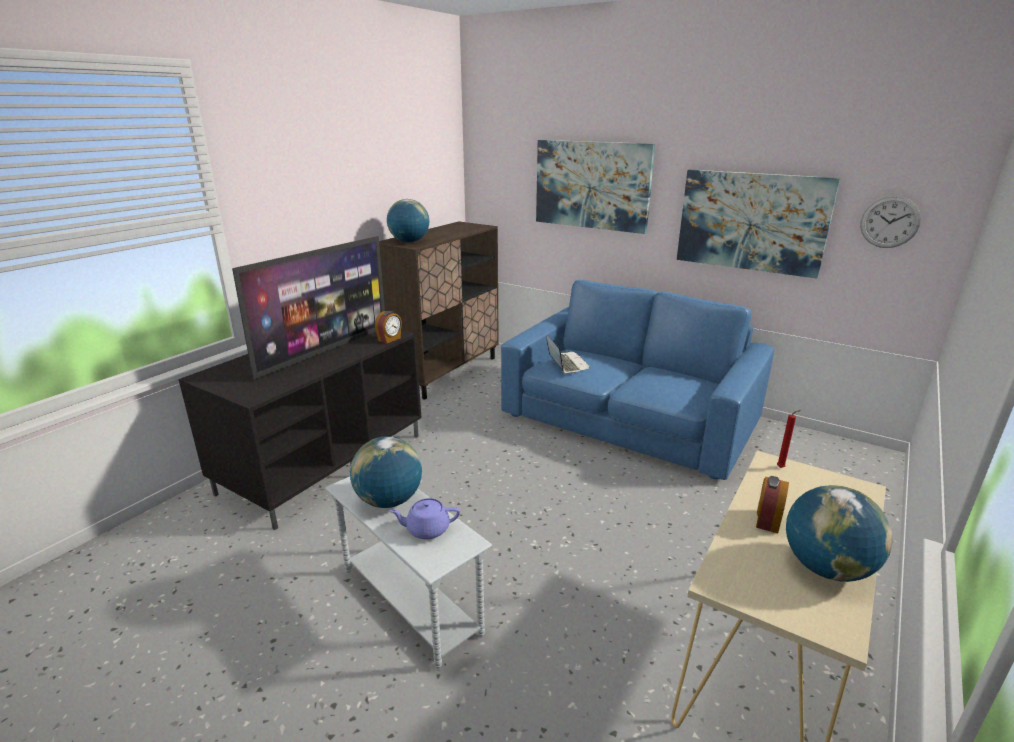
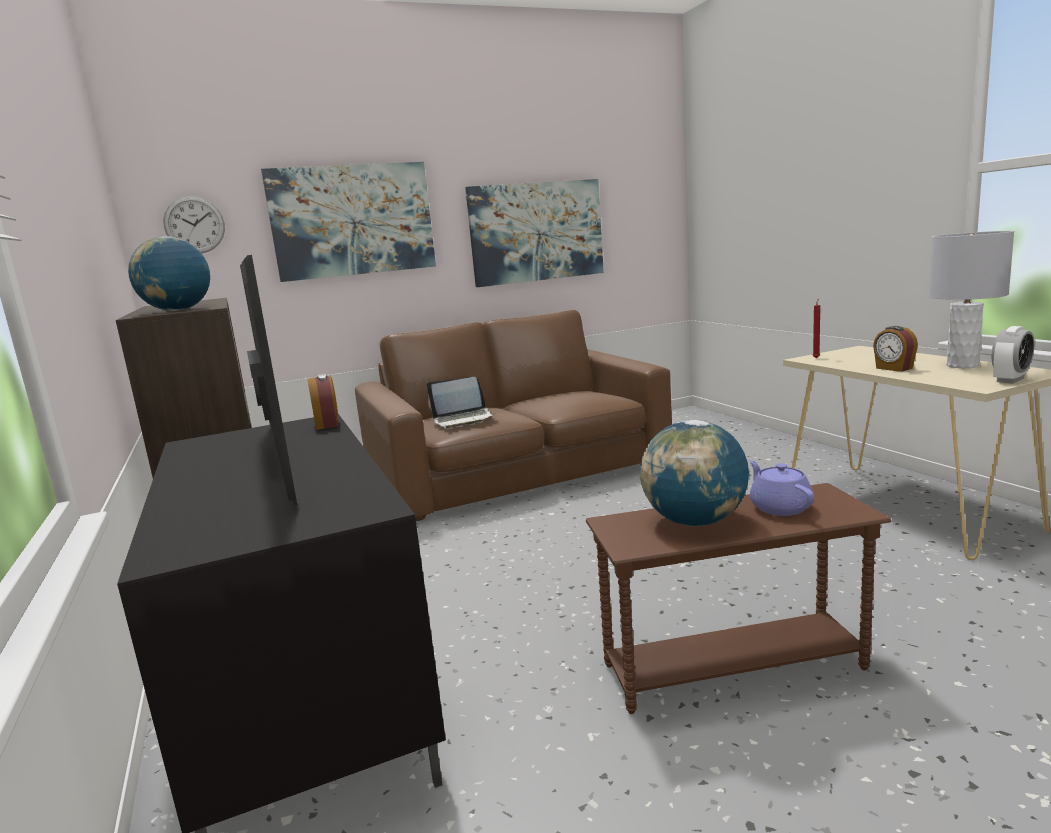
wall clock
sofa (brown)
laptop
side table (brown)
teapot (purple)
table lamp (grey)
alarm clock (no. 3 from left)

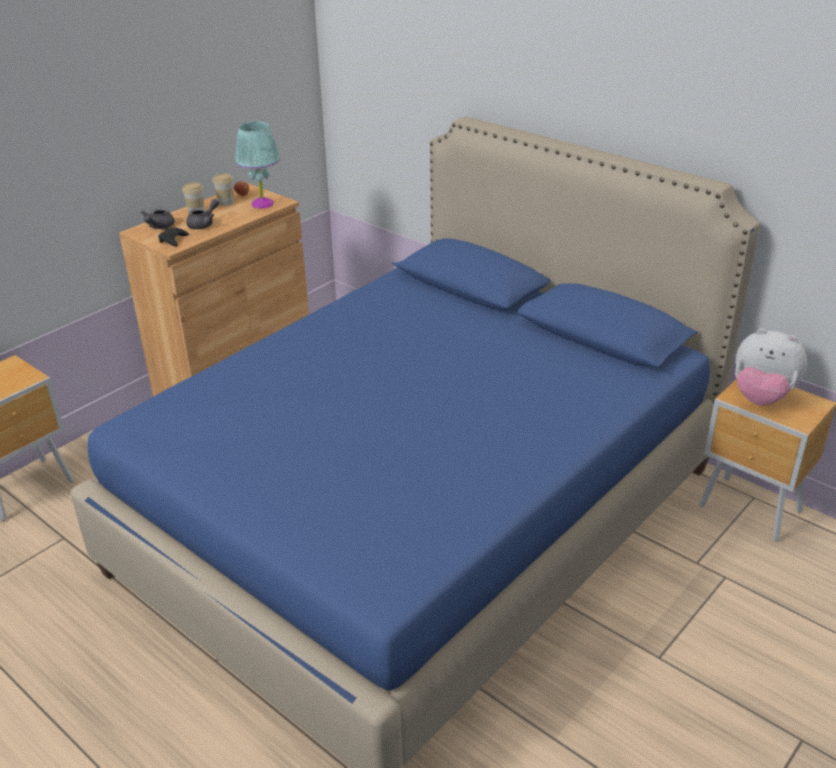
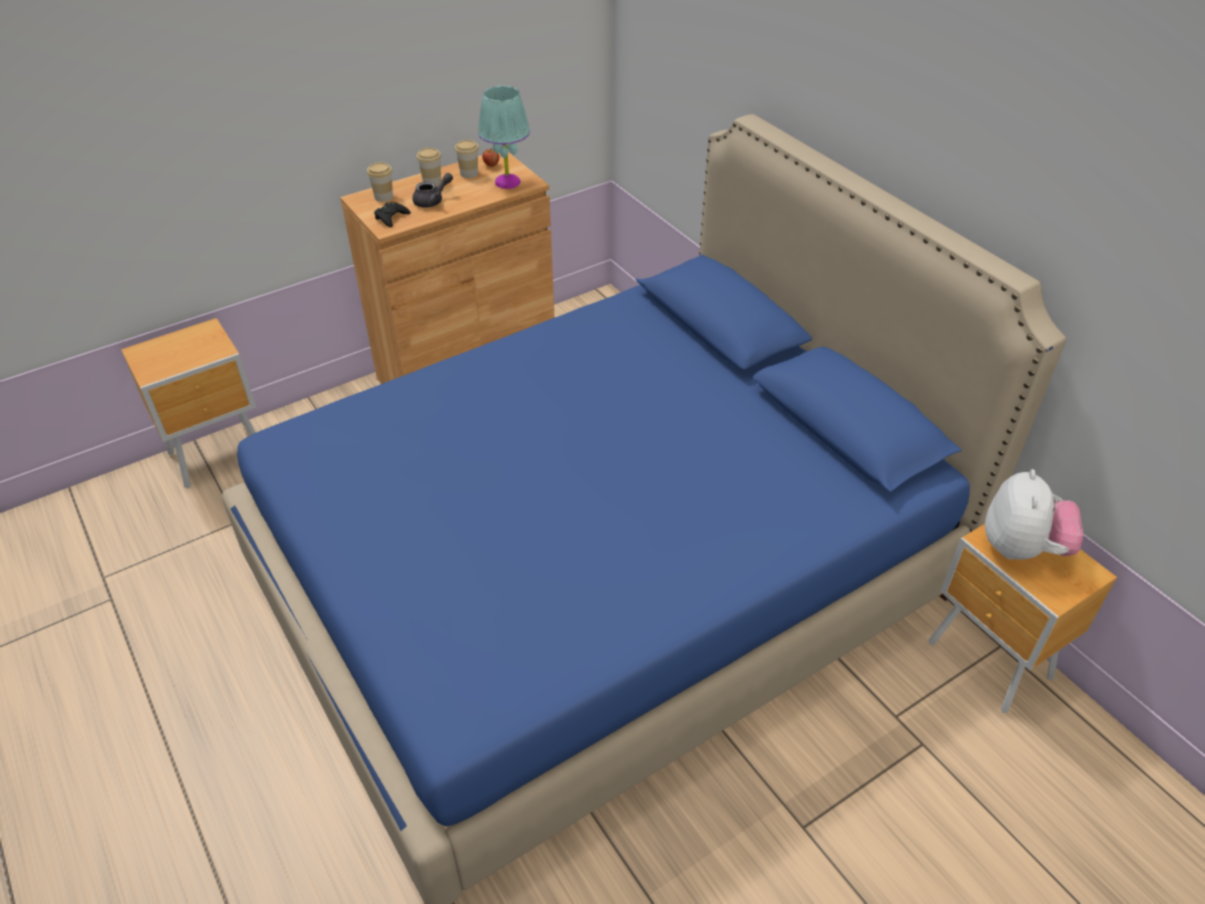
cup (no. 1 from left)
plush toy

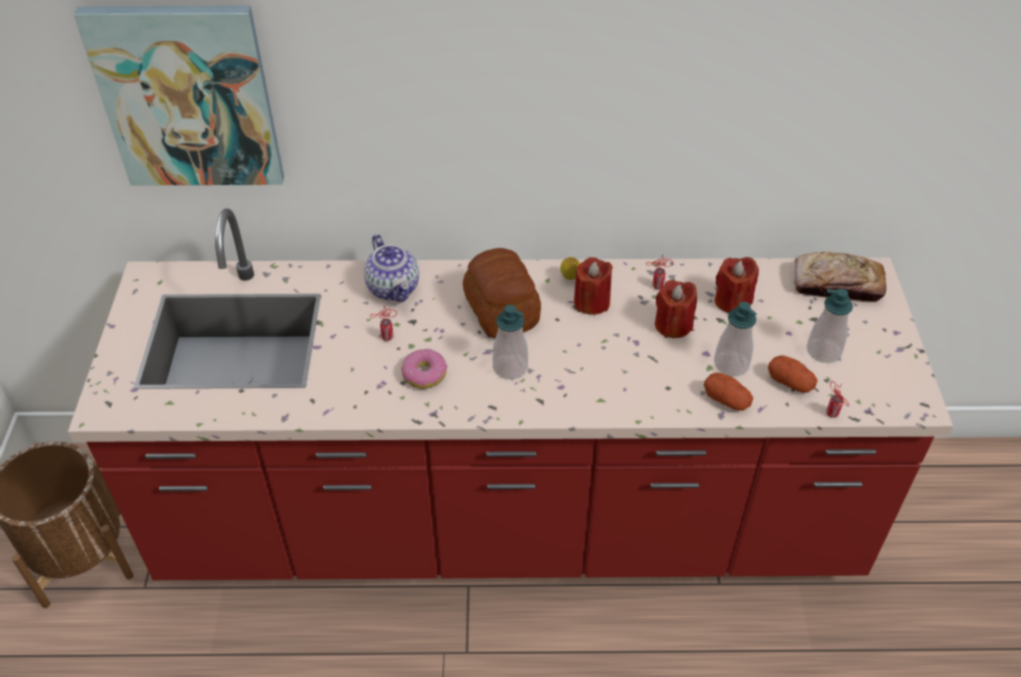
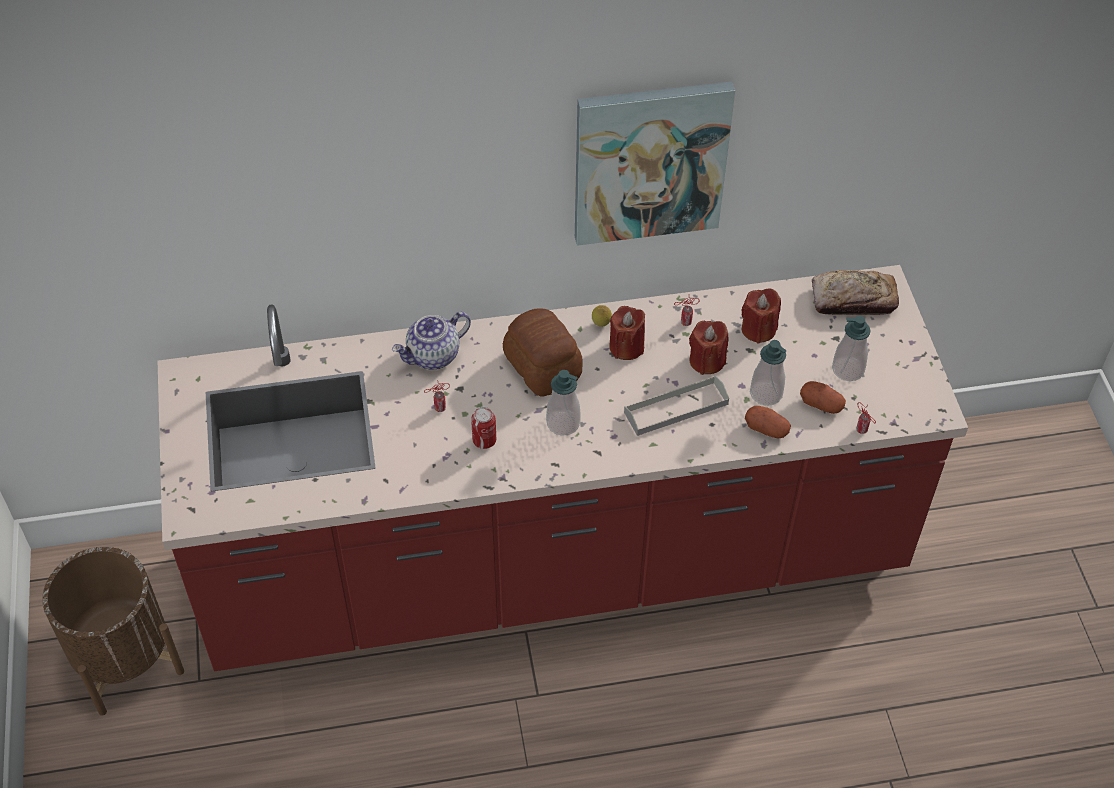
teapot
can (no. 2 from left)
picture
tray (grey)

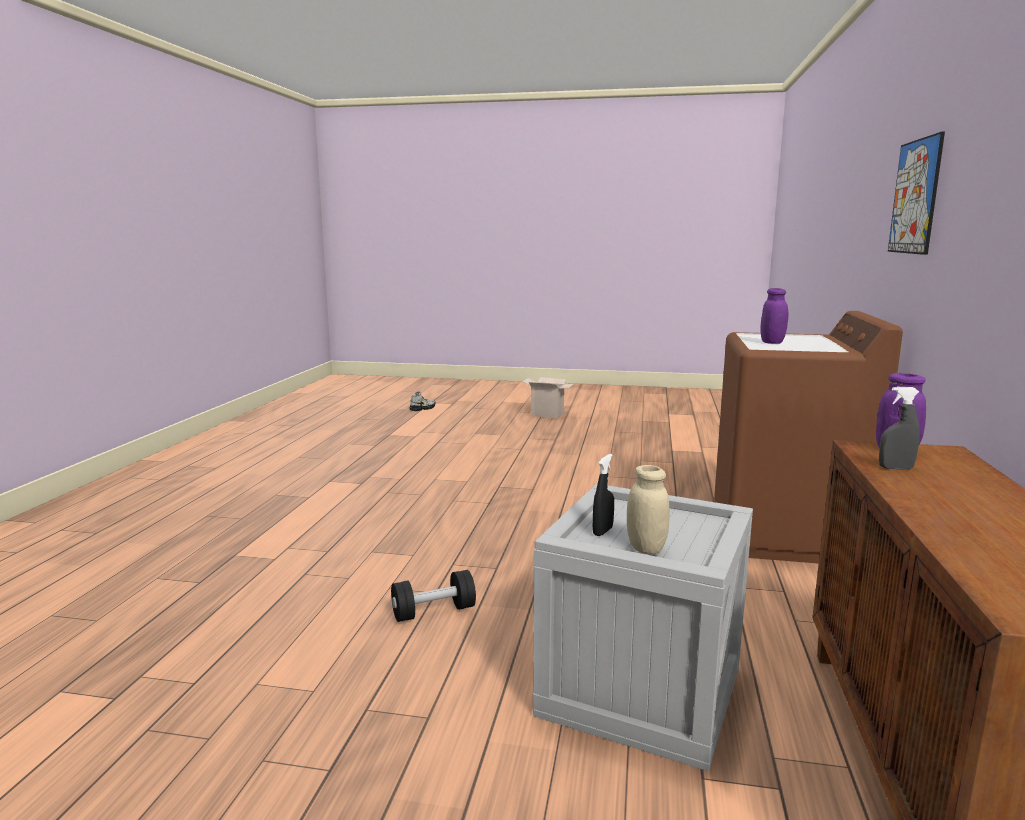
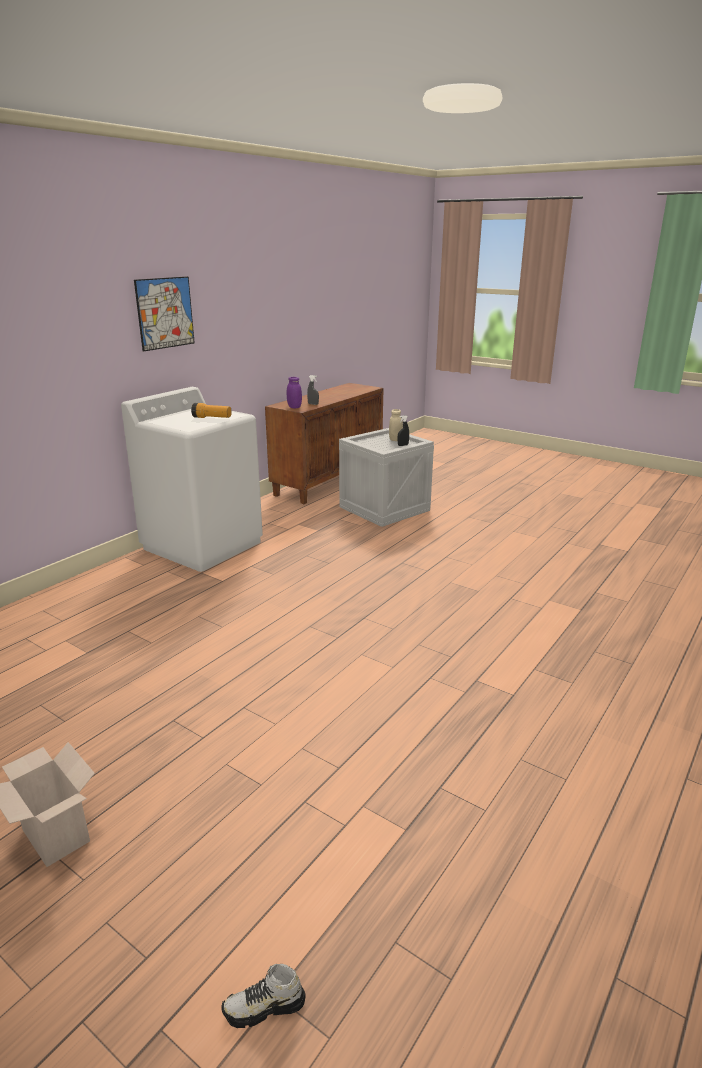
washing machine (white)
flashlight
dumbbell (black)

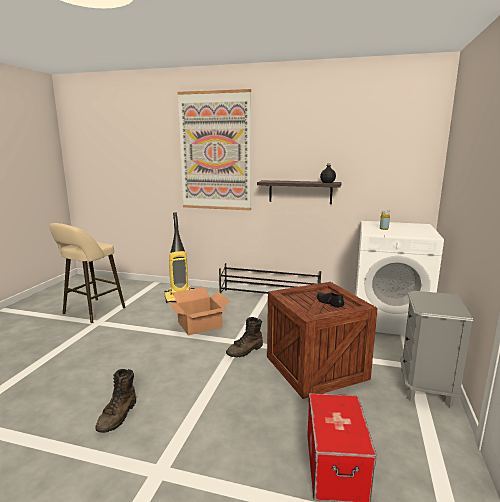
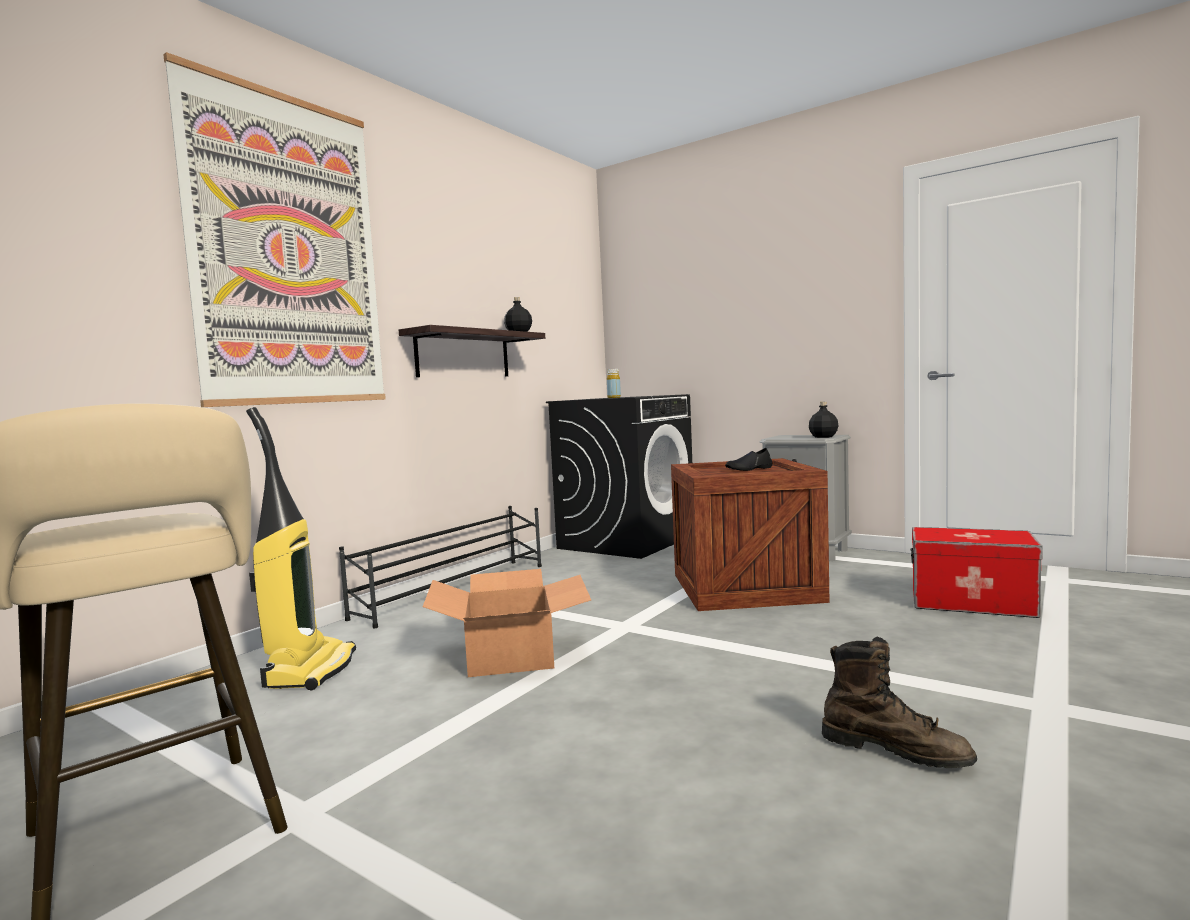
washing machine (black)
bottle (black) (no. 2 from left)
boot (brown) (no. 2 from left in the first image)

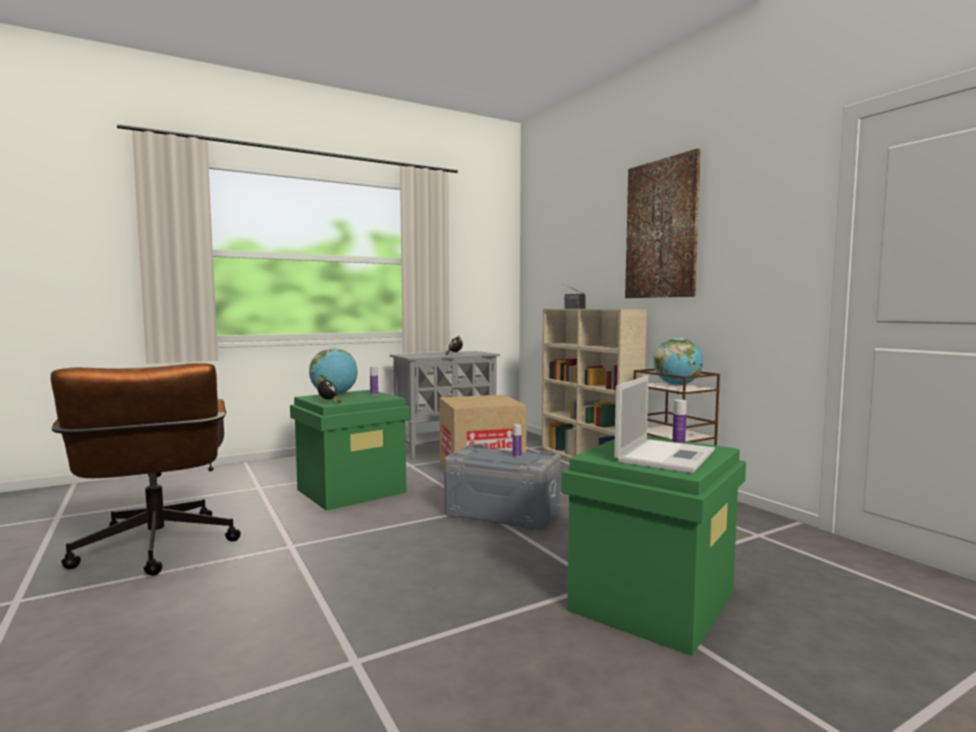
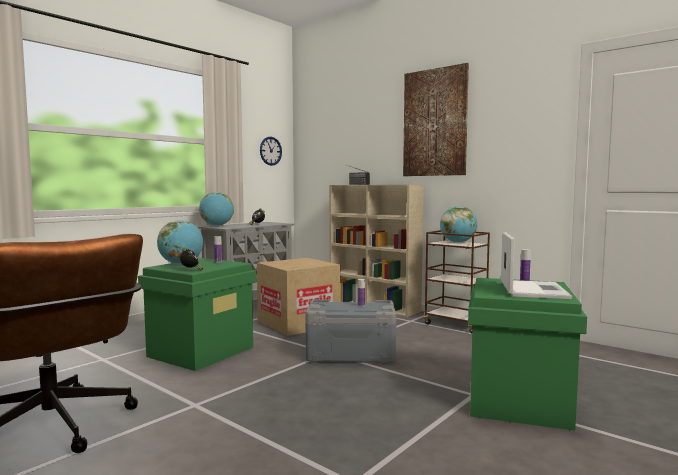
globe (no. 2 from left)
wall clock

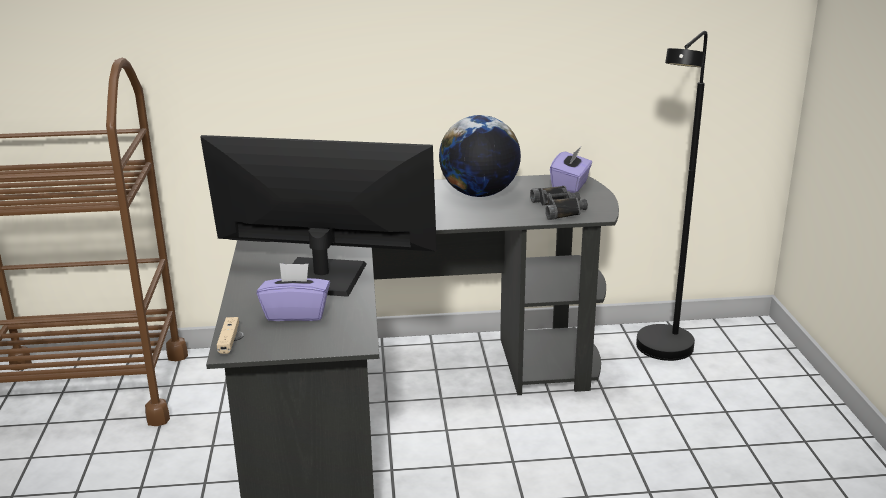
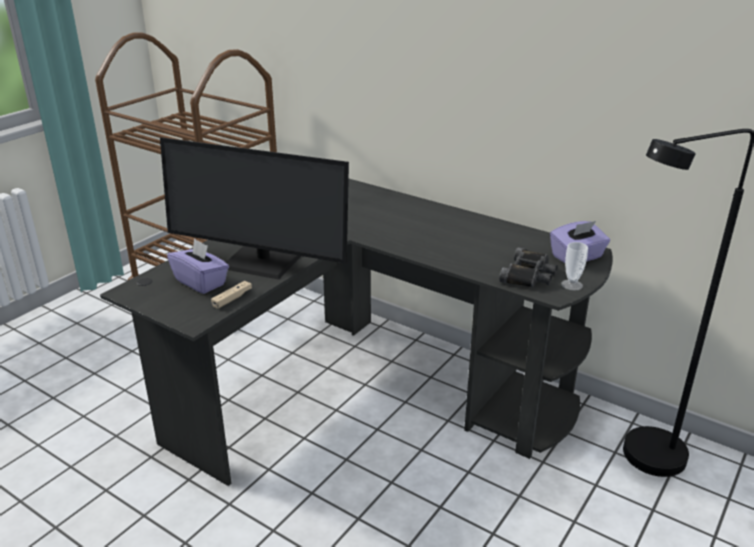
monitor
game controller (beige)
cup
globe

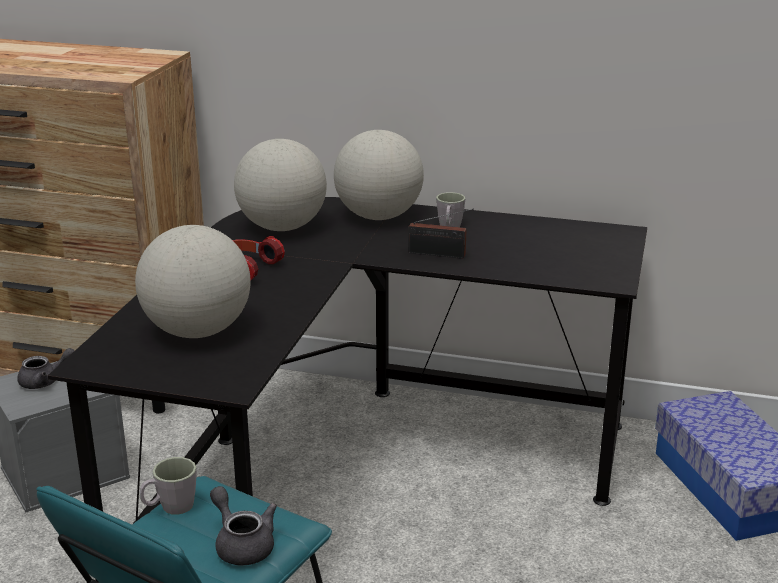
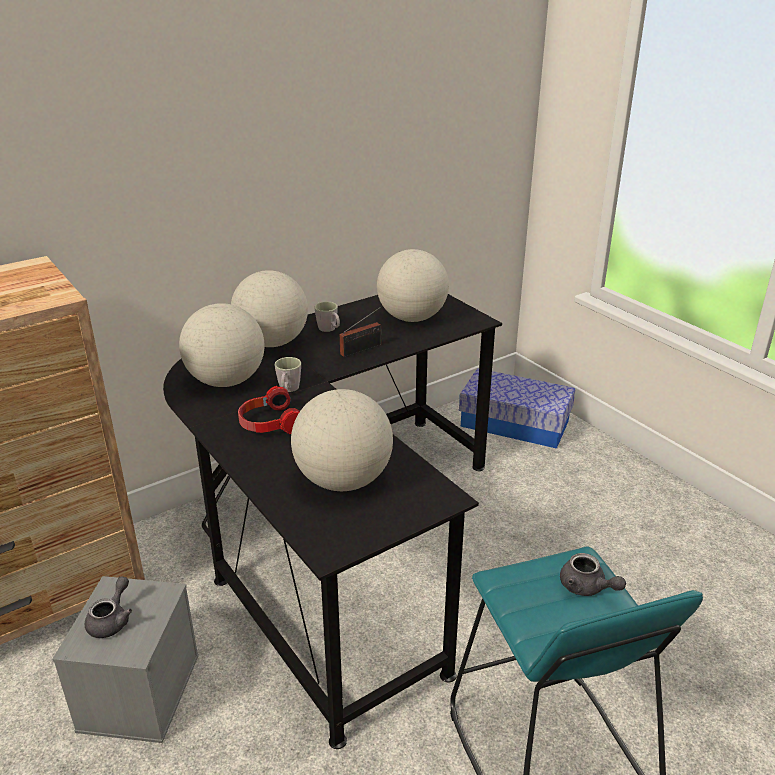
mug (grey) (no. 1 from left)
globe (no. 4 from left)
teapot (grey) (no. 2 from left)

